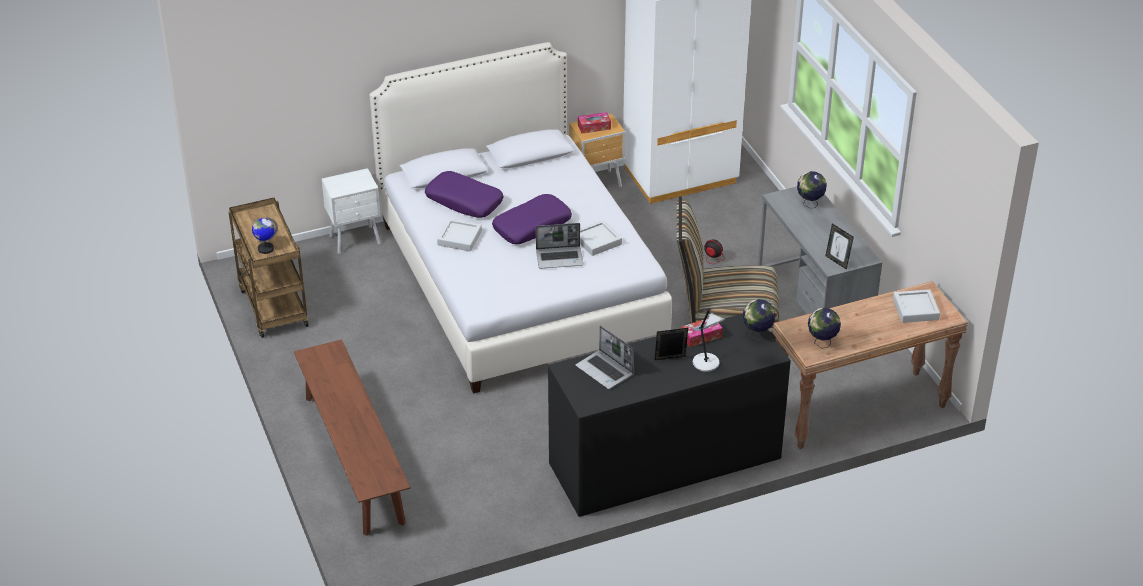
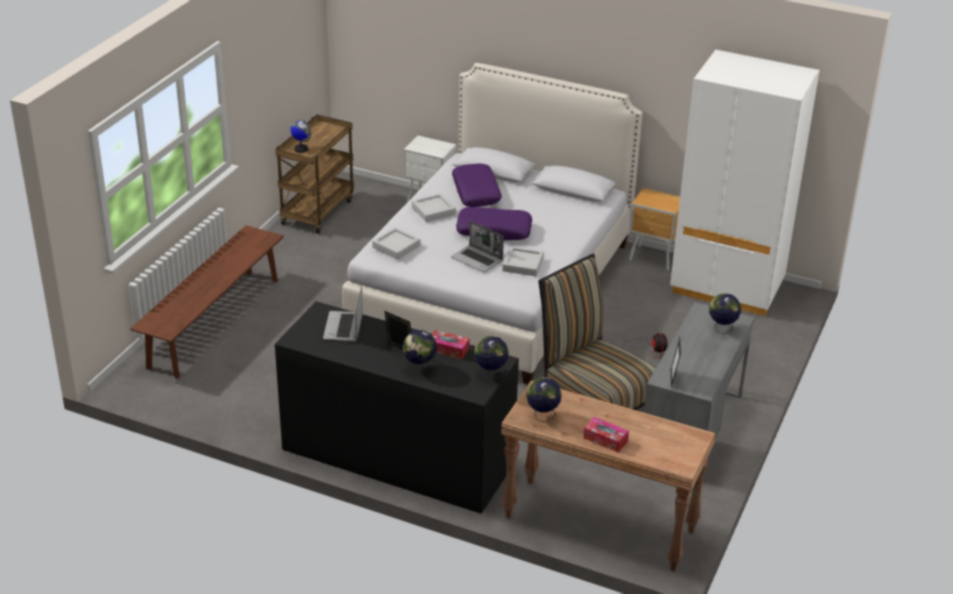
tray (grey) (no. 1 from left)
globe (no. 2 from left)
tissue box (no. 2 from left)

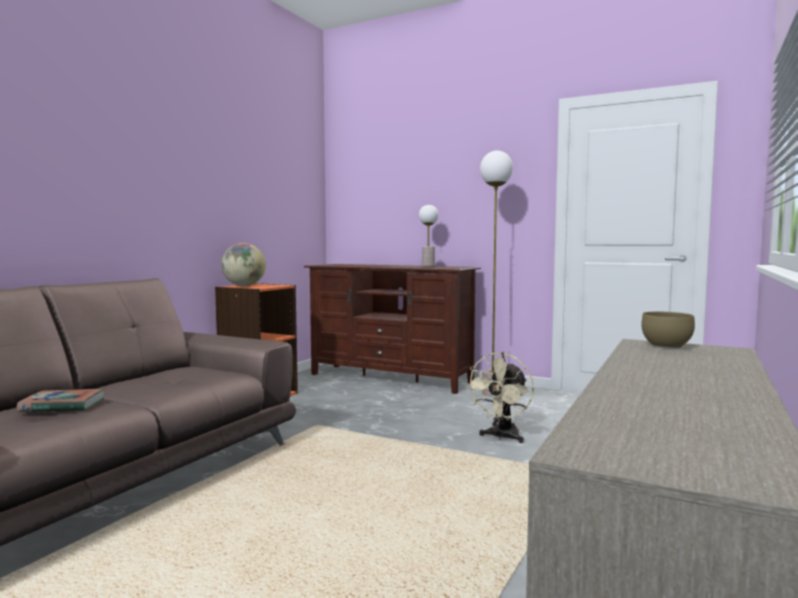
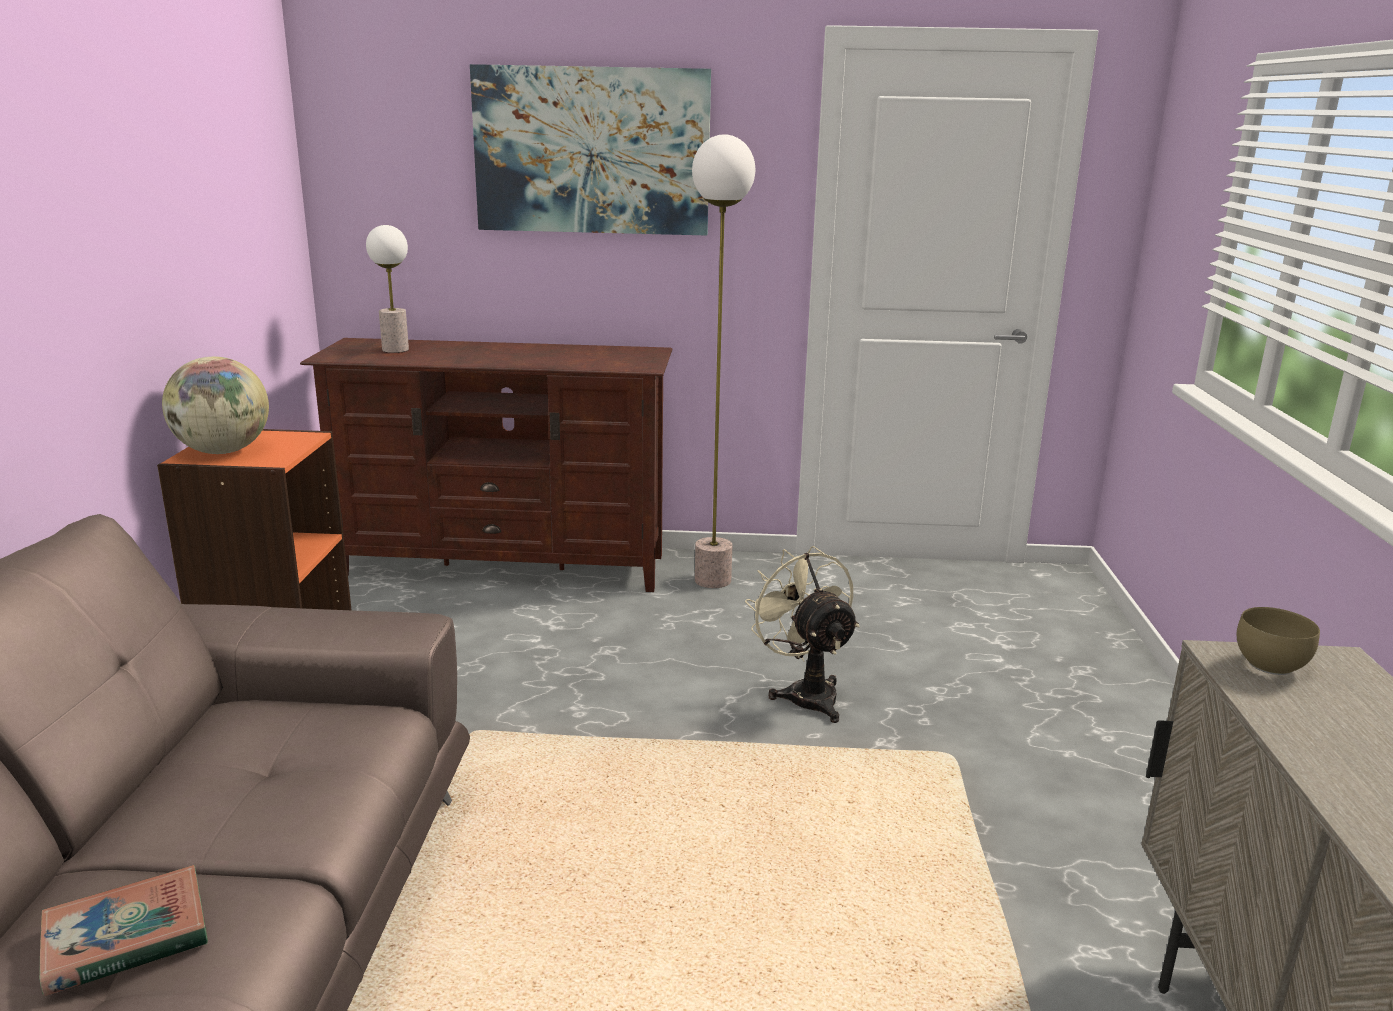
table lamp
picture
fan (beige)

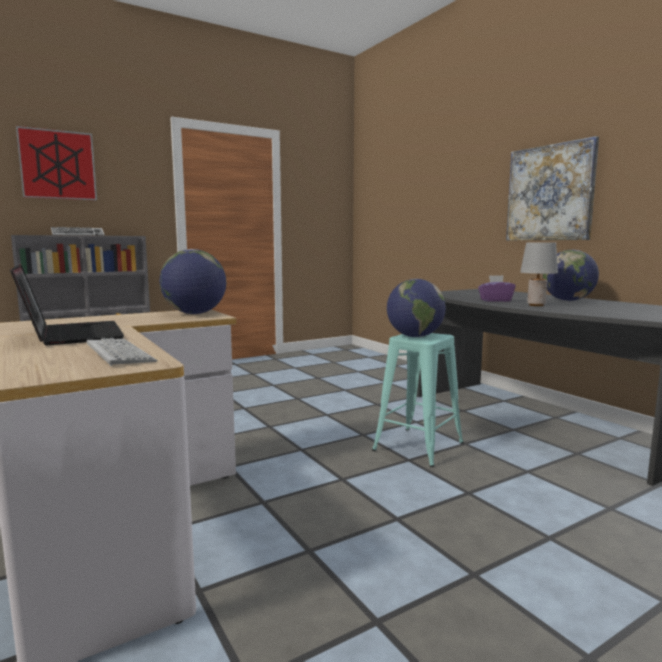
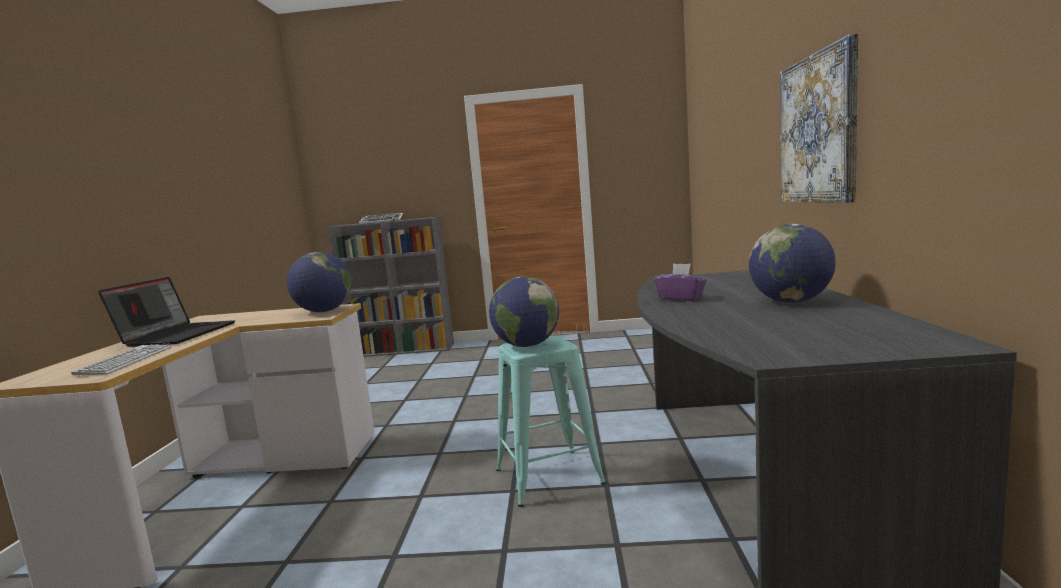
picture (no. 1 from left in the first image)
table lamp (grey)

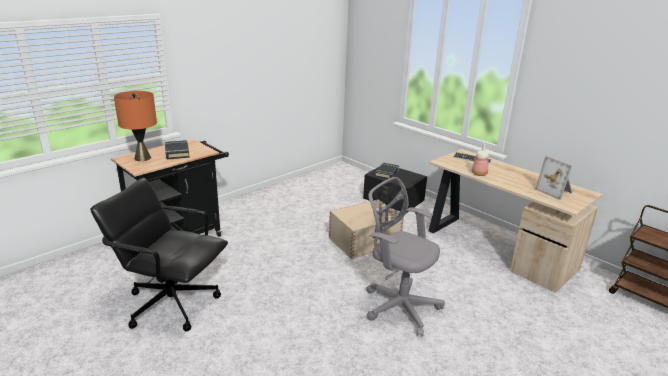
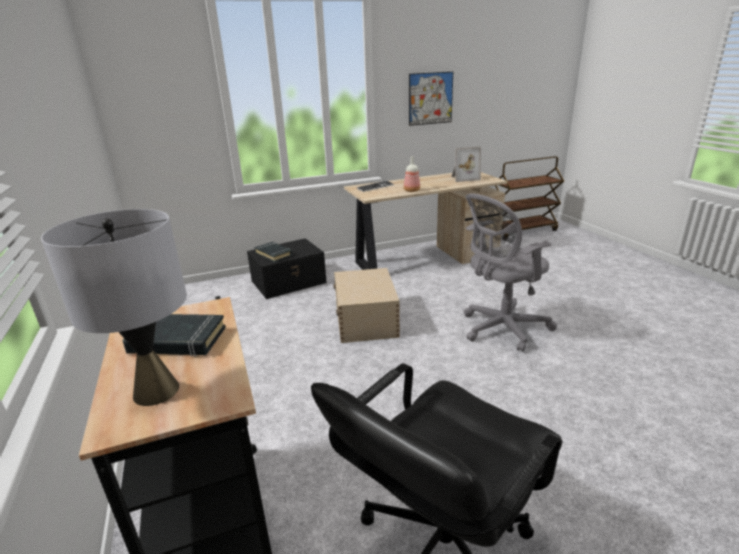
table lamp (grey)
picture

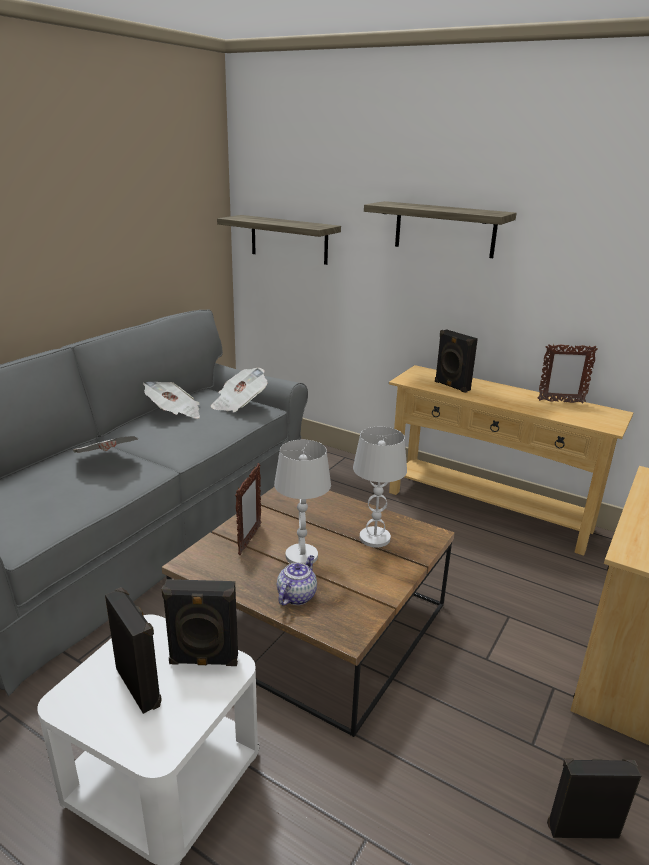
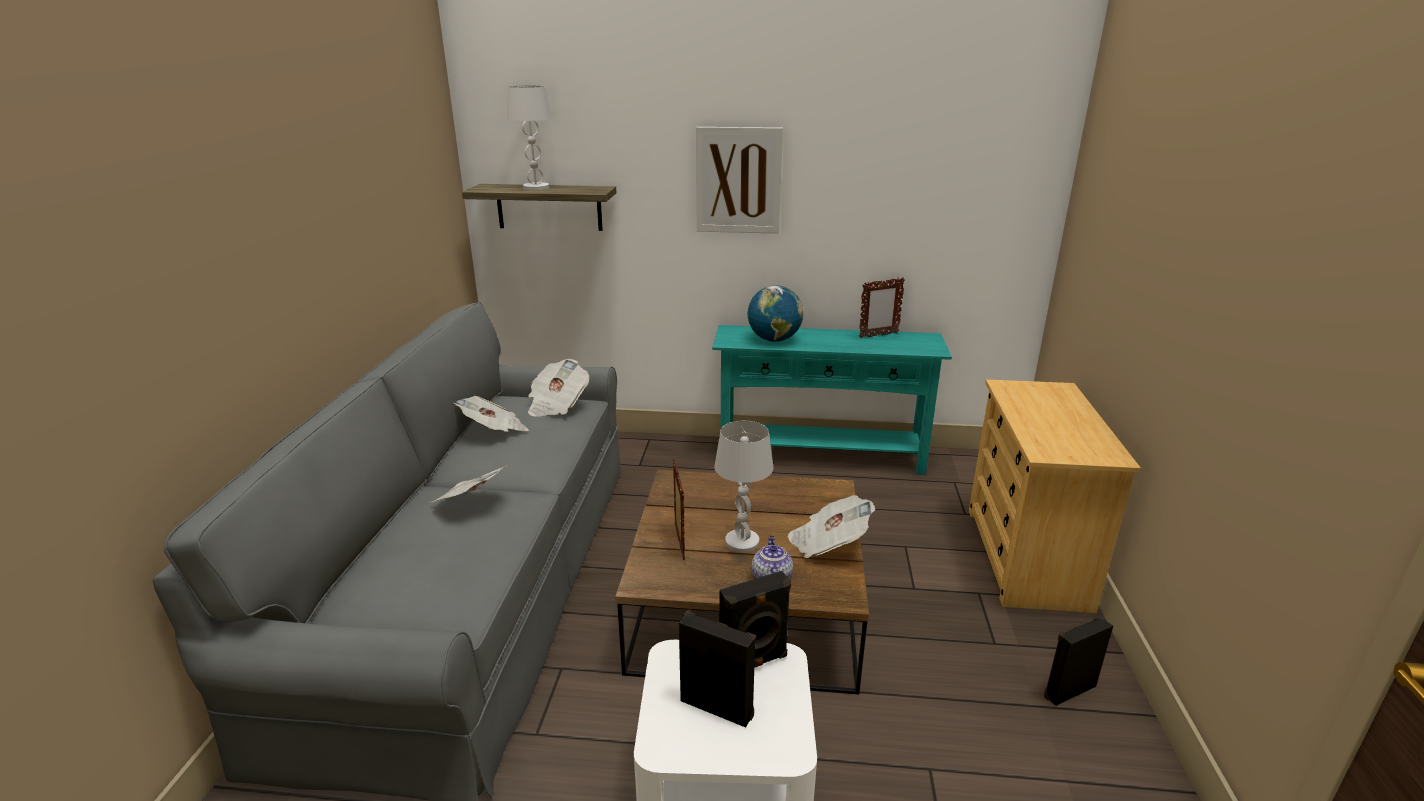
table lamp (white) (no. 1 from left)
picture
console table (turquoise)
globe
newspaper (no. 4 from left)

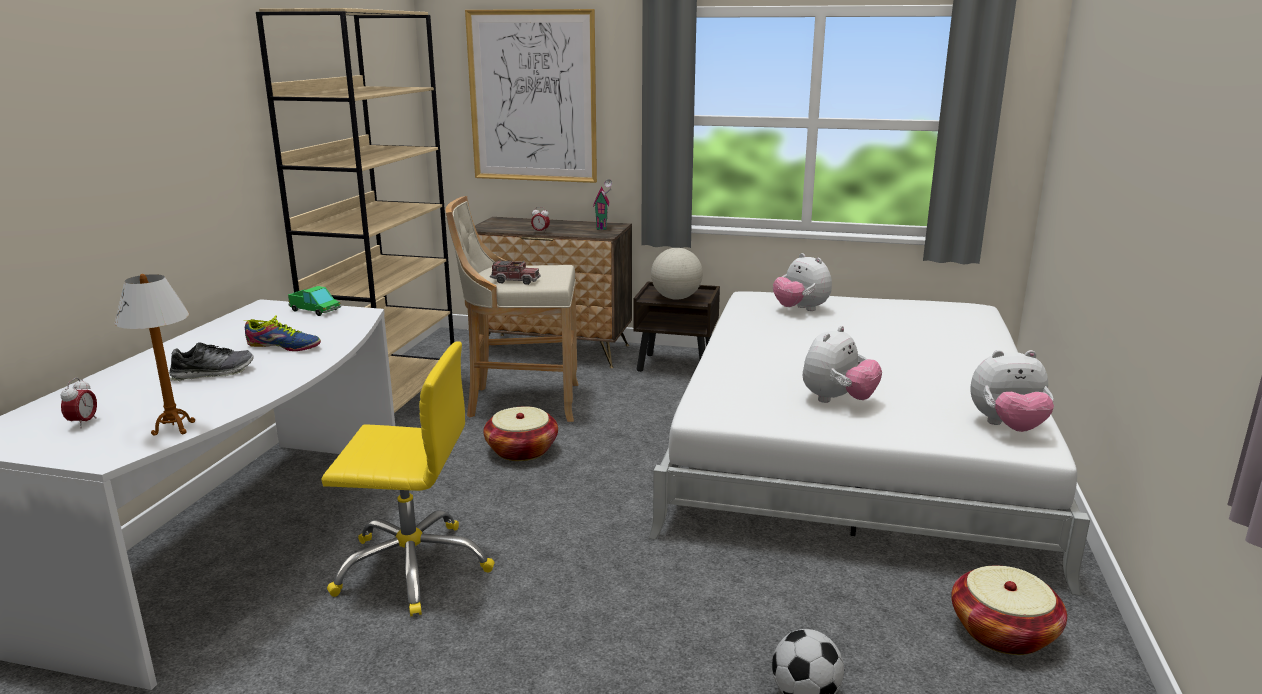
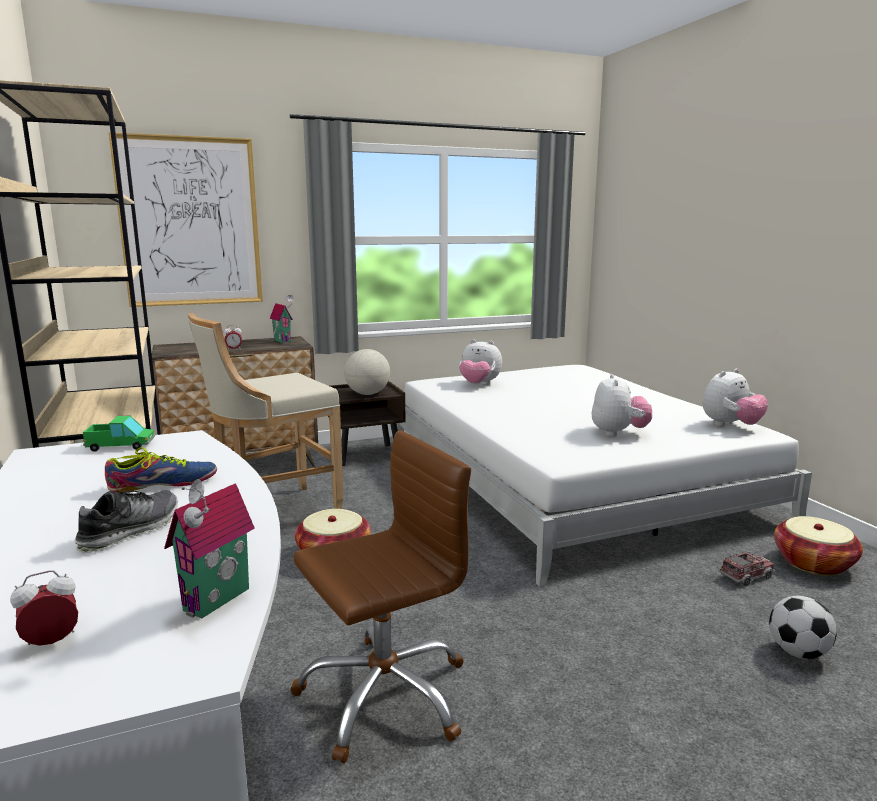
alarm clock (no. 1 from left)
toy house (no. 1 from left)
office chair (brown)
toy truck (no. 2 from left)

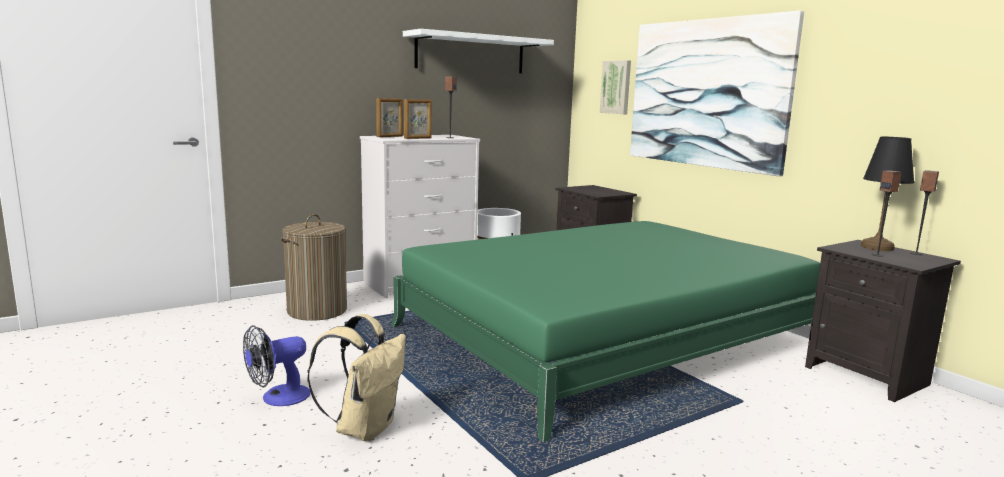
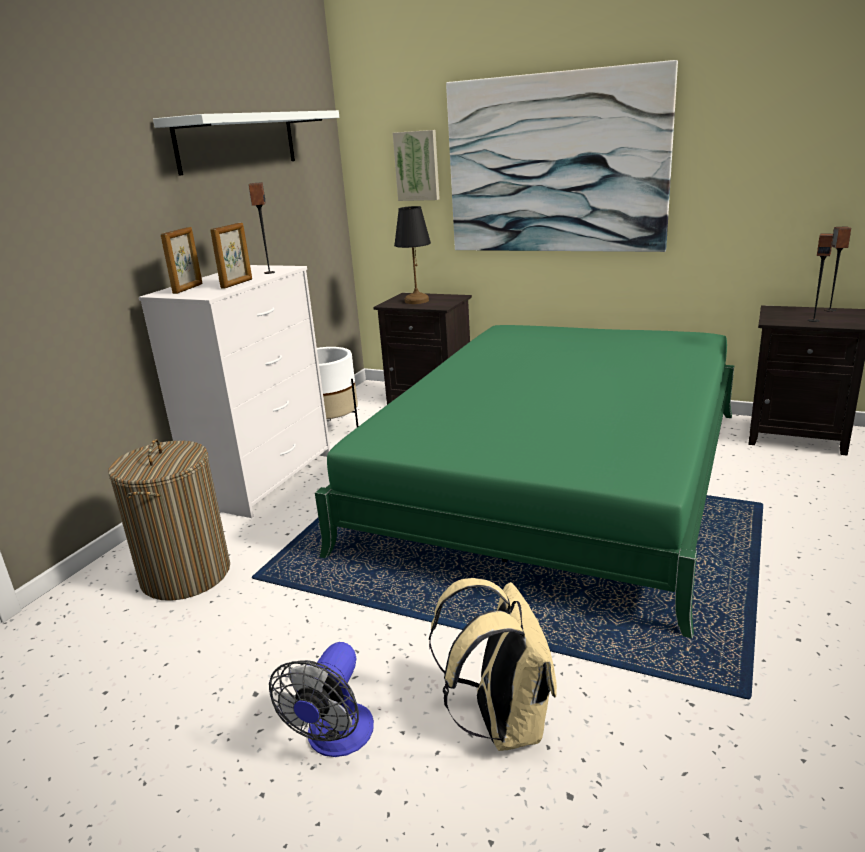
table lamp (black)

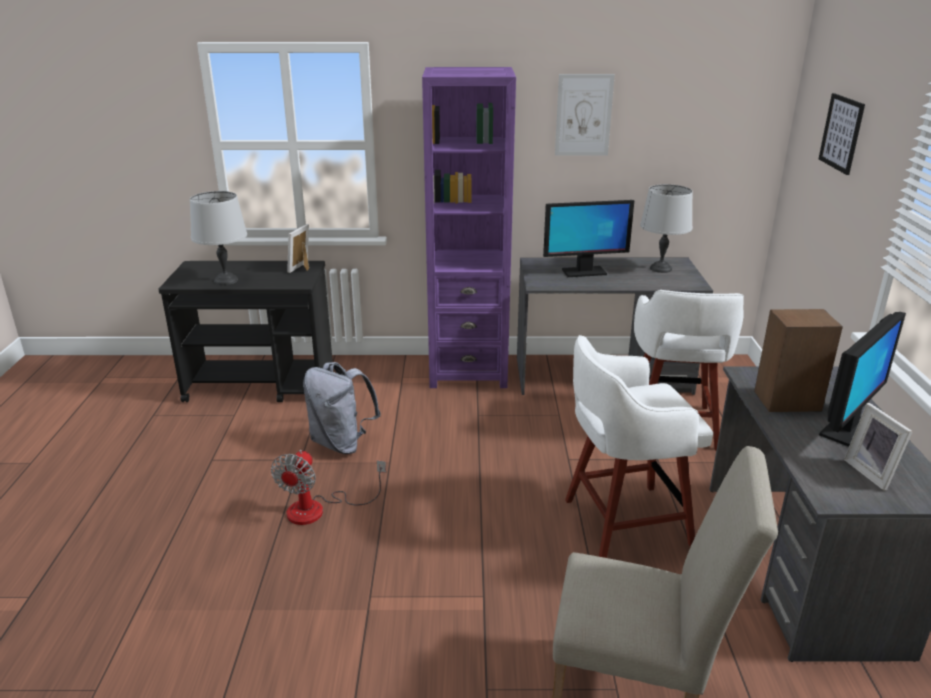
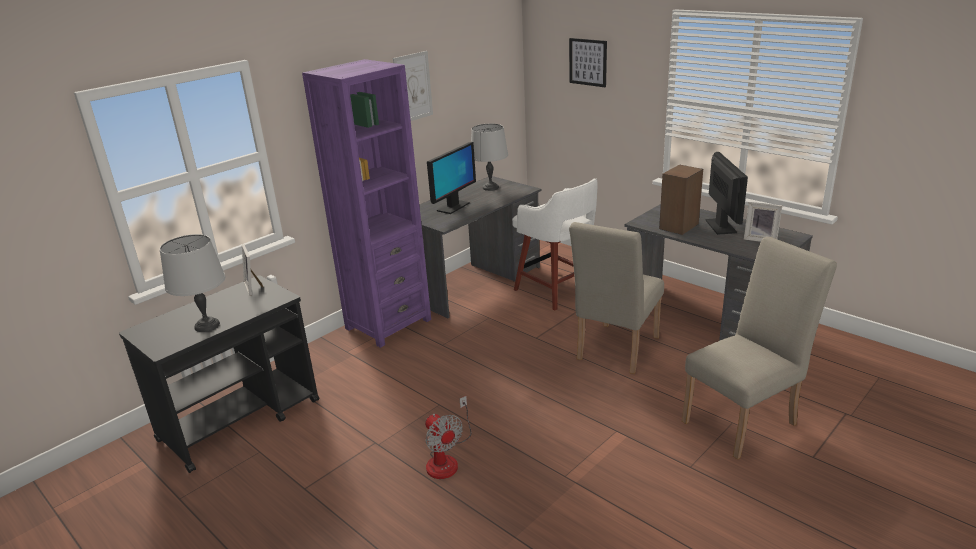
chair (beige) (no. 1 from left)
backpack (grey)

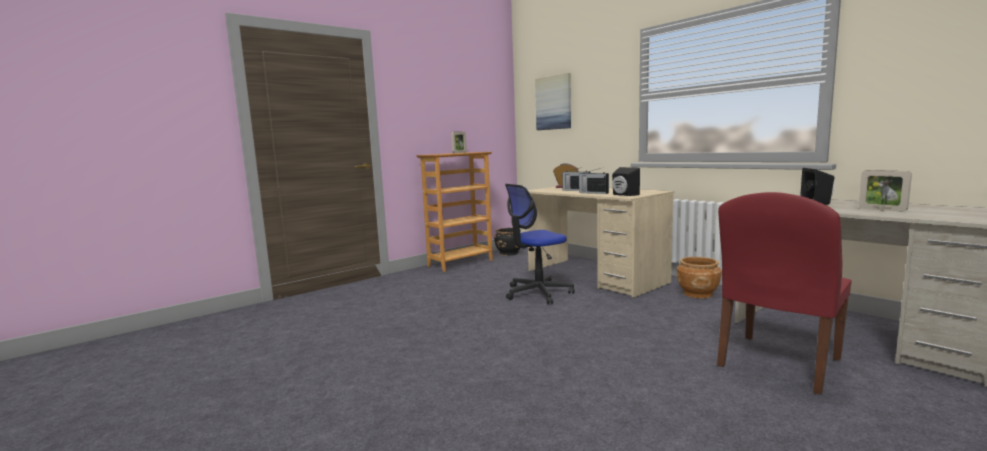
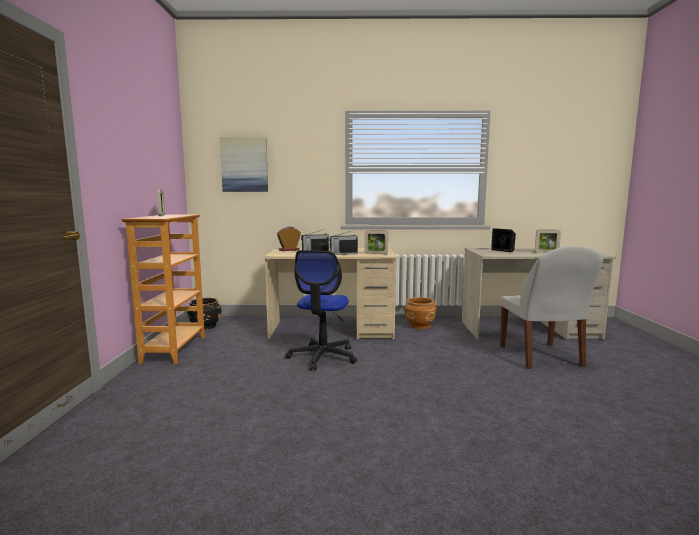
picture frame (no. 2 from left)
chair (white)

